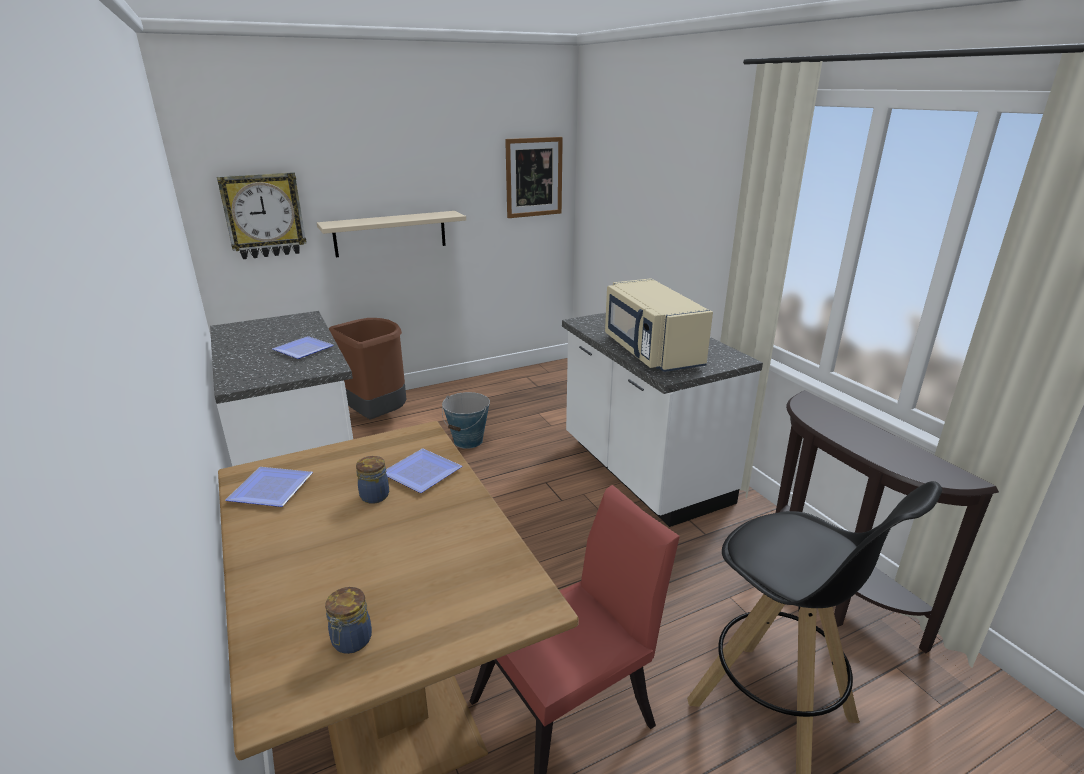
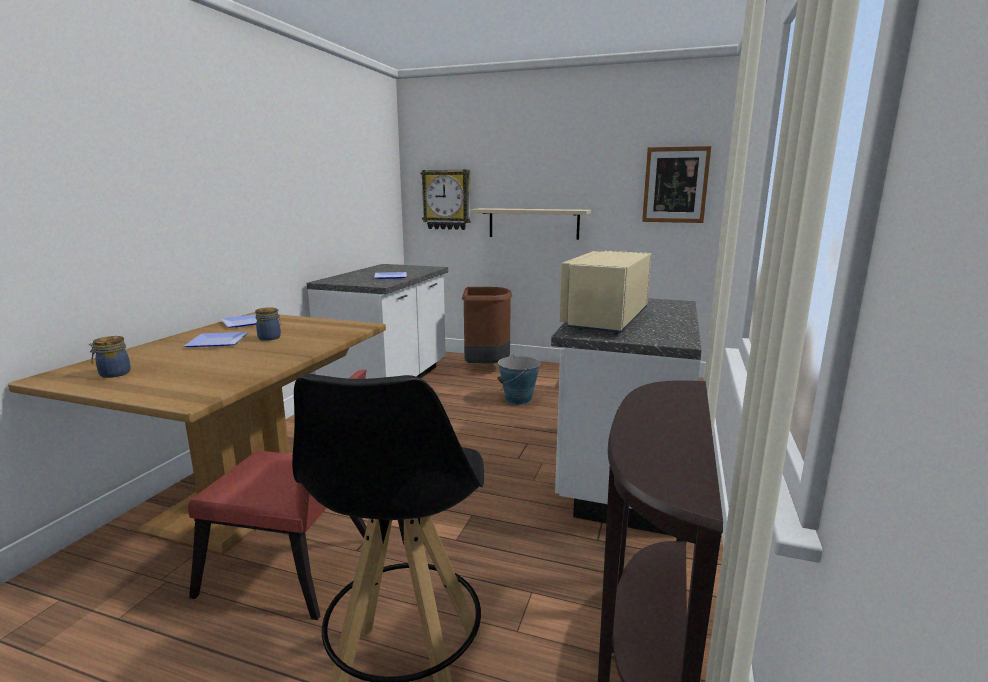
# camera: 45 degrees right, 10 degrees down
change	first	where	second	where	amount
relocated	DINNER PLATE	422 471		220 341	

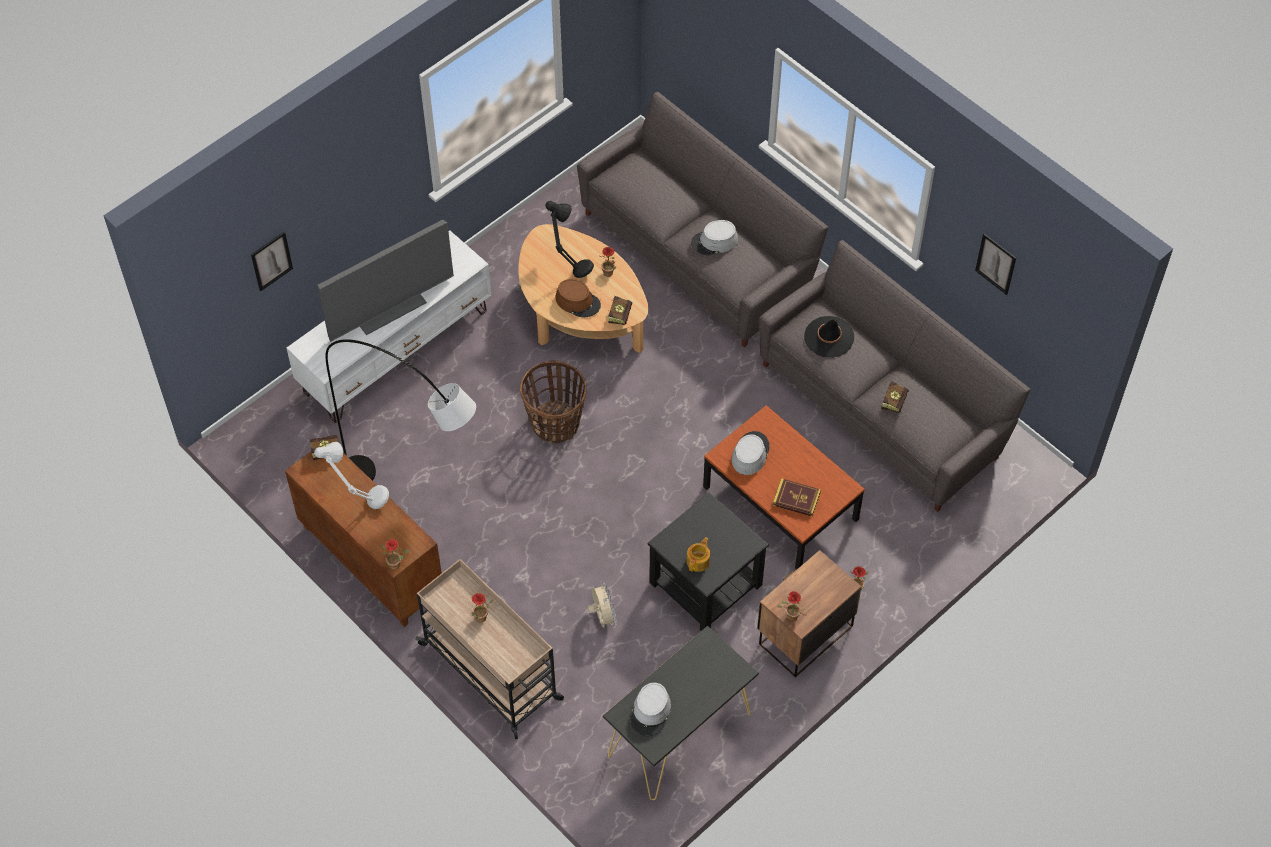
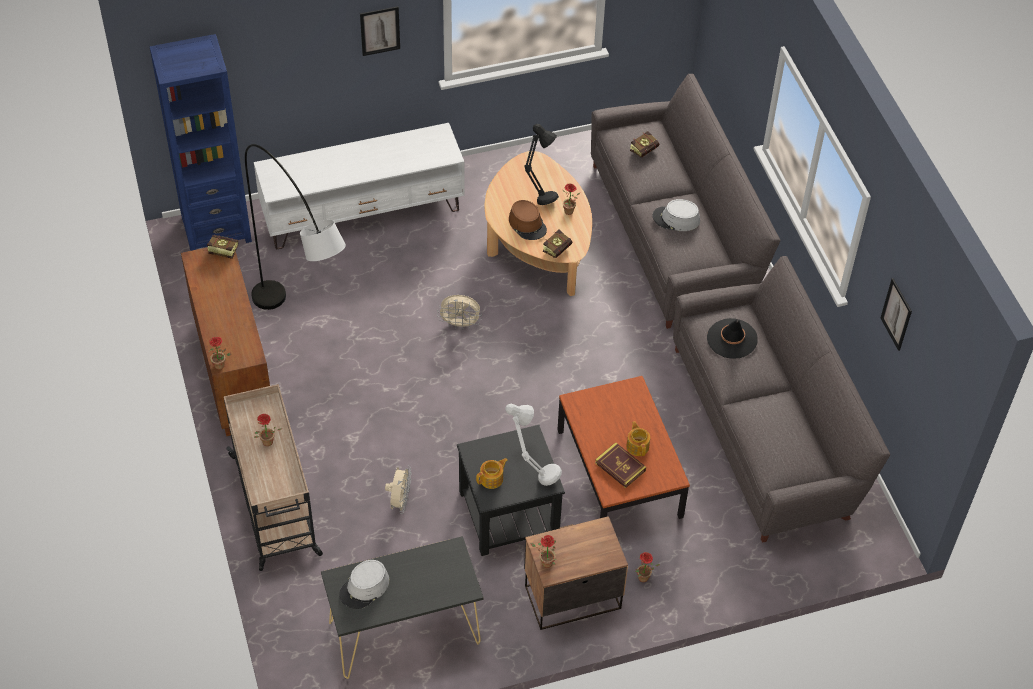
# camera: 25 degrees right, 5 degrees down
change	first	where	second	where	amount
missing	TV	388 307			
relocated	WALL PICTURE	271 261		380 30	
exchanged	BASKET	555 423	BEIGE FAN	460 324	
relocated	VOLUME	895 400		646 149	
missing	GREYISH WEARABLE HAT	750 453			
relocated	GREYISH TABLETOP LAMP	356 495		531 465	
appeared			BLUE-COLOURED BOOKCASE	216 229	
appeared			POT FOR TEA	637 446	

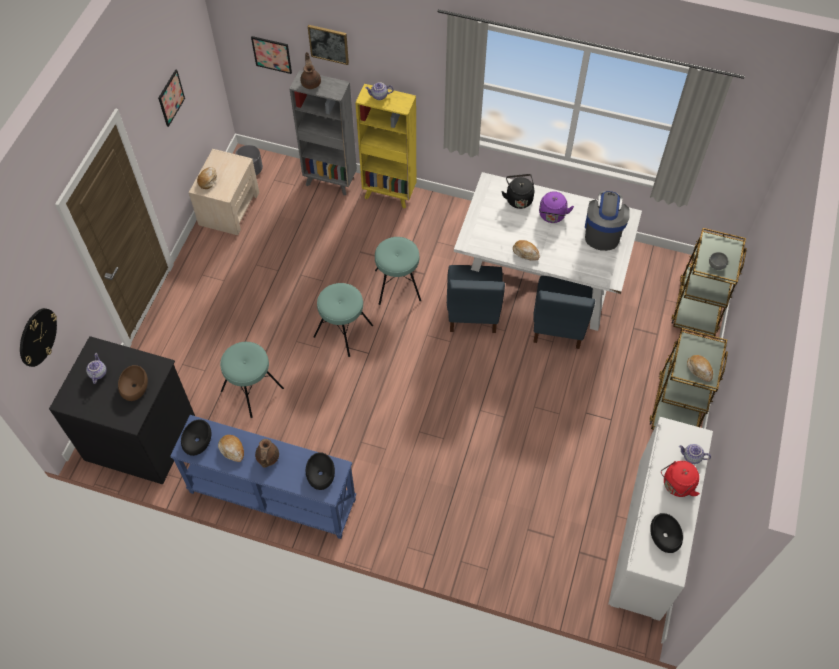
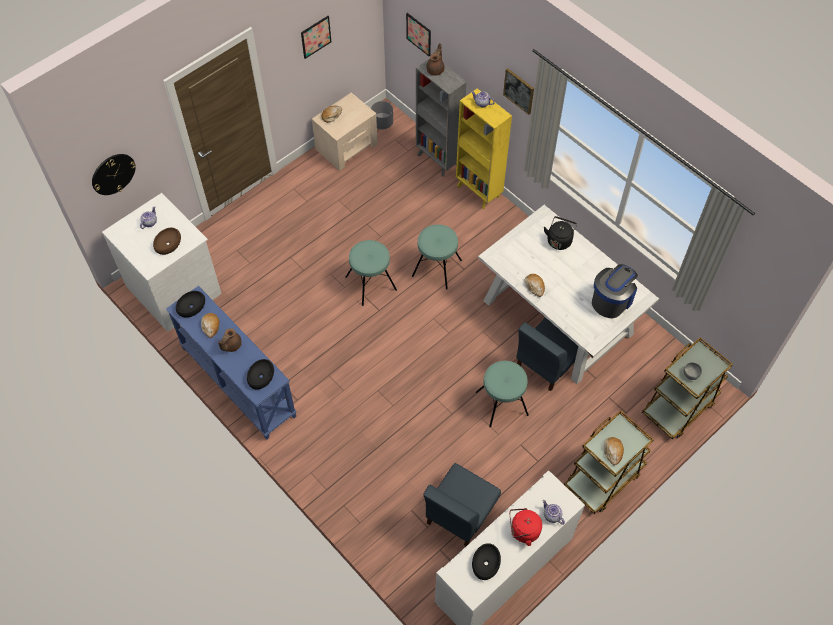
# camera: 30 degrees right, 0 degrees up
change	first	where	second	where	amount
relocated	WALL PICTURE	329 44		519 90	
missing	PURPLISH KETTLE	552 216			
relocated	BLUE-COLOURED UPRIGHT CHAIR	473 311		459 514	
colour	BLACK-COLOURED DRESSER	141 436	WHITE DRESSER	175 289	
relocated	BLUE-GREEN SITTING STOOL	252 389		502 403	

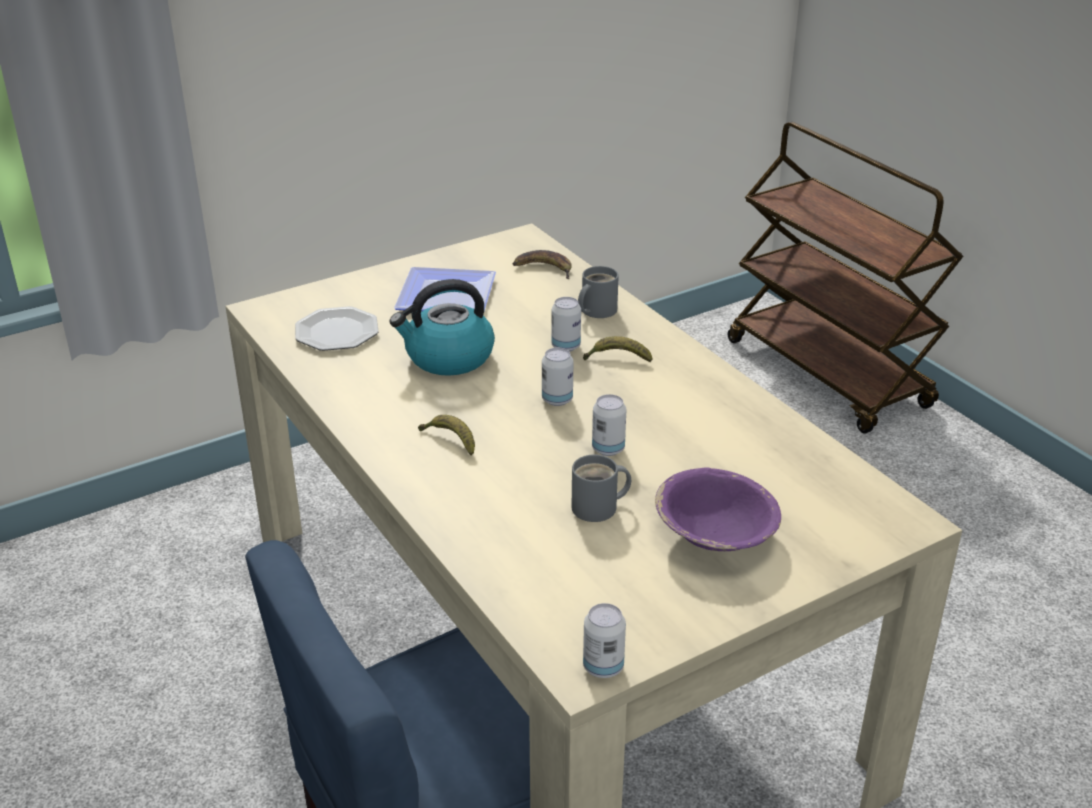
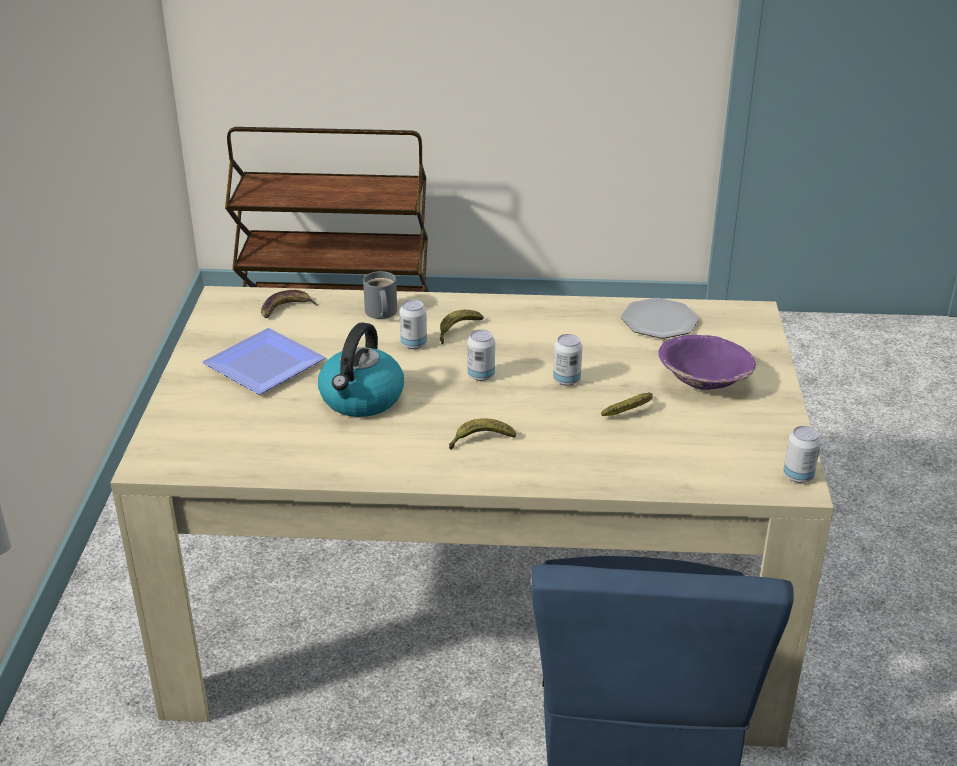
# camera: 55 degrees left, 0 degrees up
change	first	where	second	where	amount
relocated	DINNER PLATE	337 332		658 321	
exchanged	GREYISH TEA MUG	599 508	BANANA	631 411	

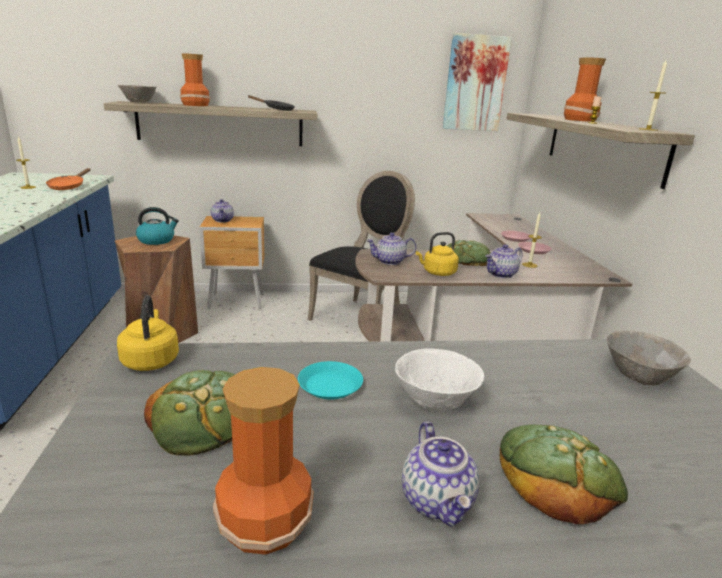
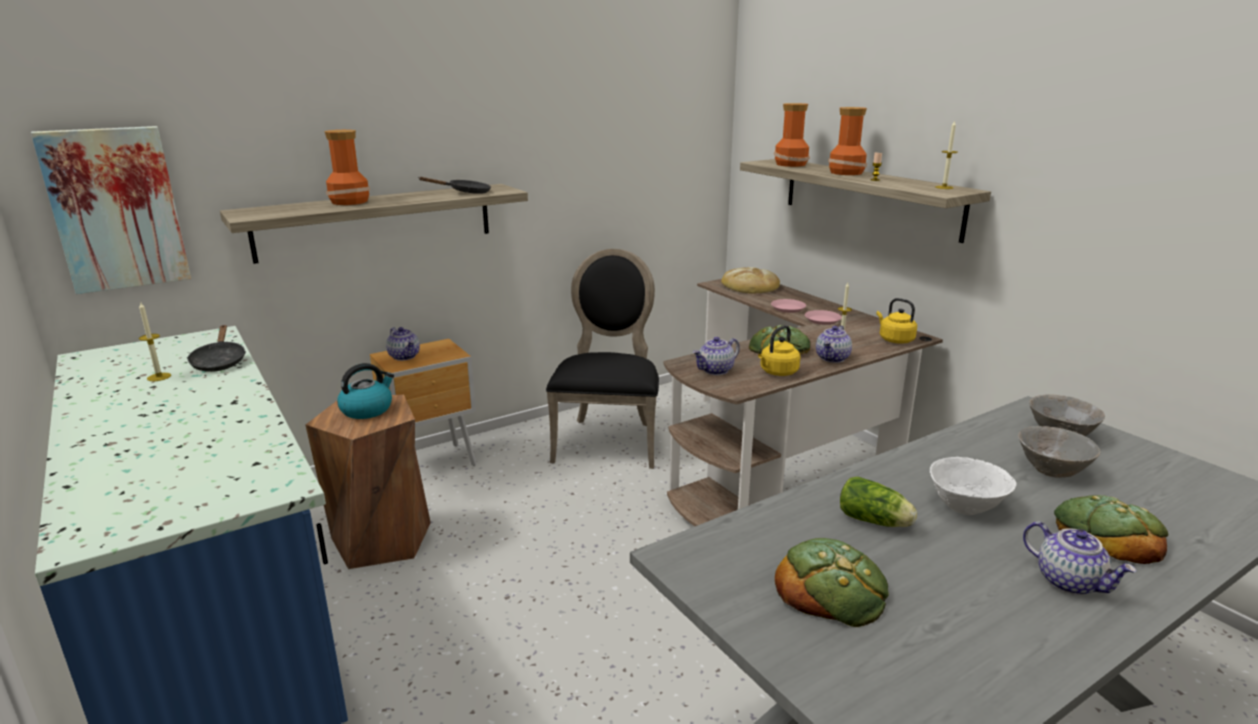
# camera: 25 degrees left, 0 degrees up
change	first	where	second	where	amount
relocated	WALL PICTURE	475 83		116 209	
relocated	GREYISH DEEP DISH	139 102		1051 471	
colour	ORANGEY SKILLET	68 187	BLACK-COLOURED SKILLET	219 362	
relocated	YELLOWISH KETTLE	151 360		894 340	
exchanged	BLUE-GREEN DINNER PLATE	330 385	LETTUCE HEAD	876 521	
relocated	DECORATIVE VASE	265 519		790 164	
appeared			BREAD	750 286	

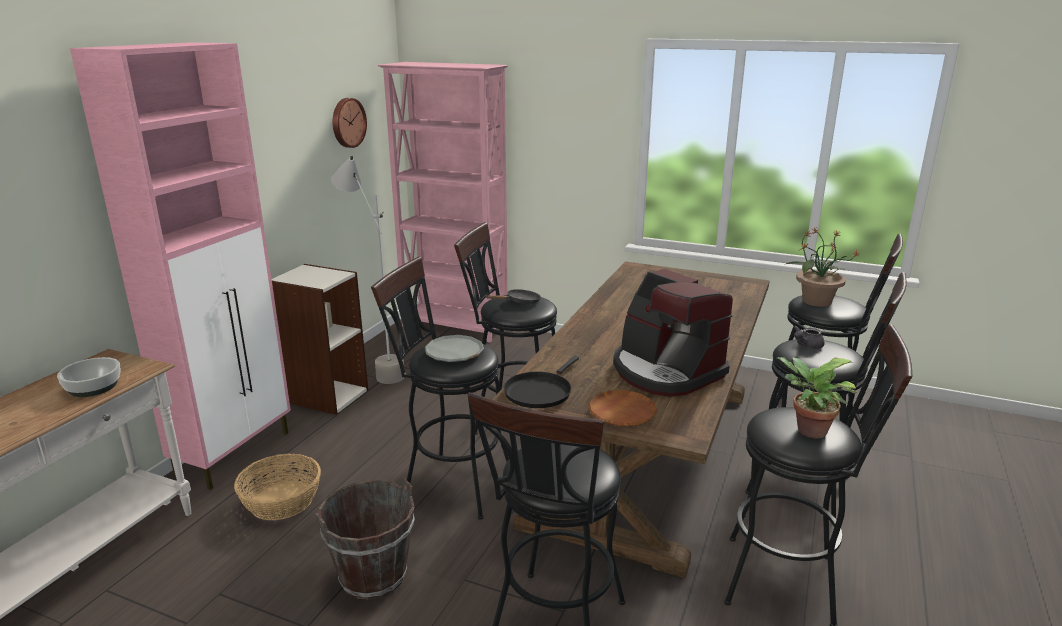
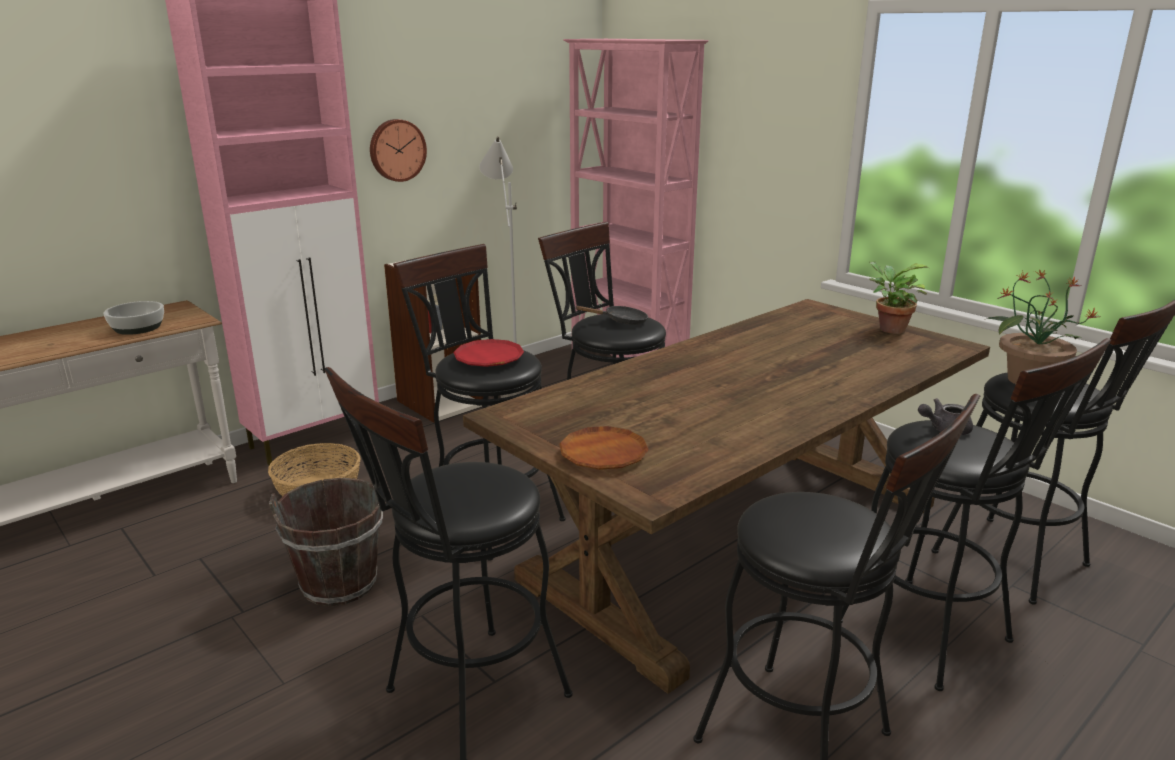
# camera: 25 degrees right, 0 degrees up
change	first	where	second	where	amount
relocated	HANGING CLOCK	347 122		396 150	
missing	COFFEE BREWER	665 371			
colour	GREYISH DINNER PLATE	454 352	RED-COLOURED DINNER PLATE	489 358	
missing	BLACK-COLOURED SKILLET	540 392			
relocated	HOUSEPLANT	807 431		888 329	

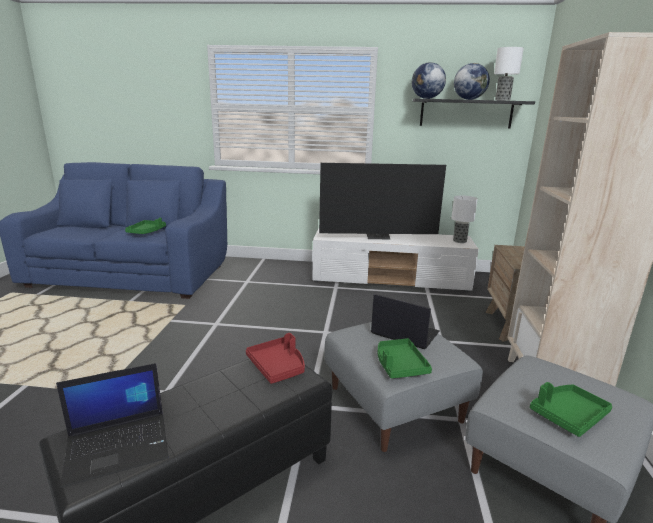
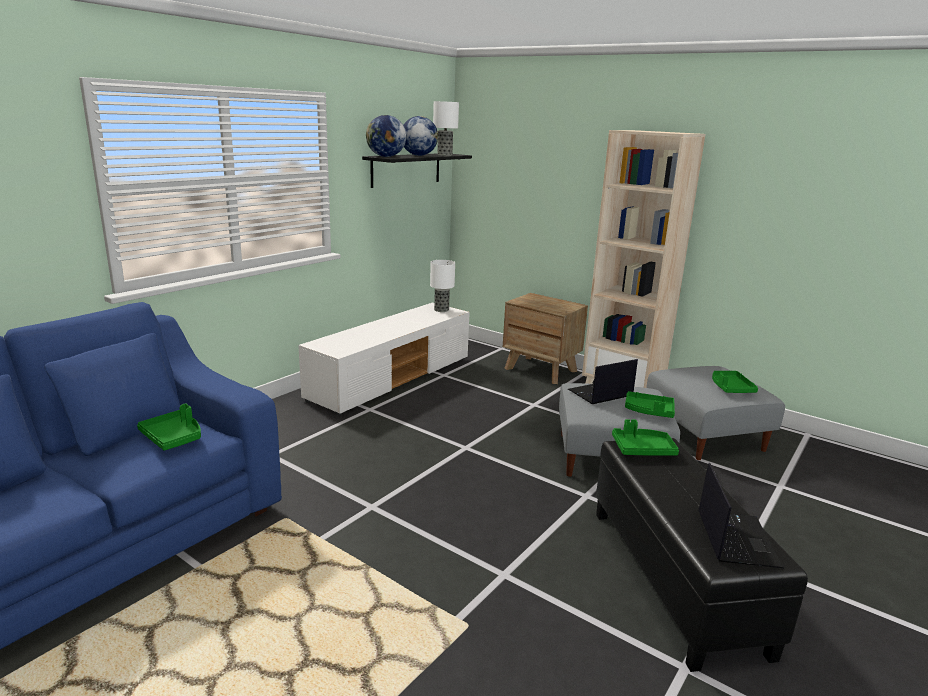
# camera: 60 degrees left, 0 degrees up
change	first	where	second	where	amount
missing	TV	378 237			
colour	RED-COLOURED SERVING TRAY	278 366	GREEN-COLOURED SERVING TRAY	642 449	

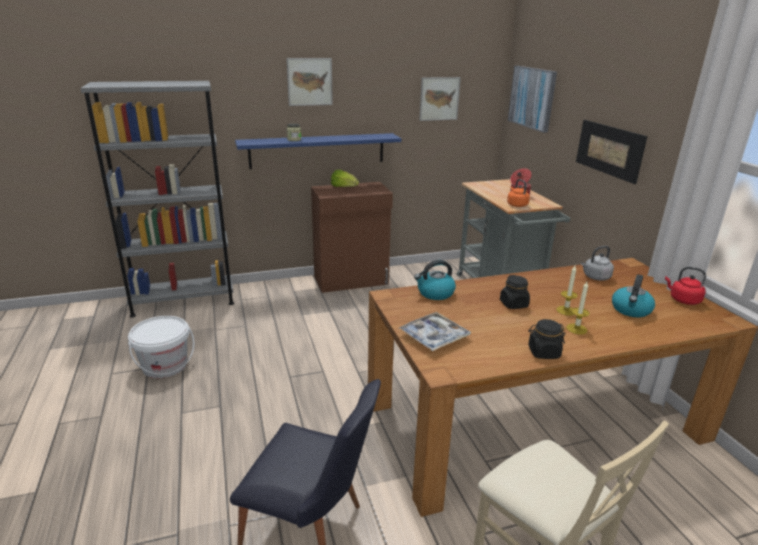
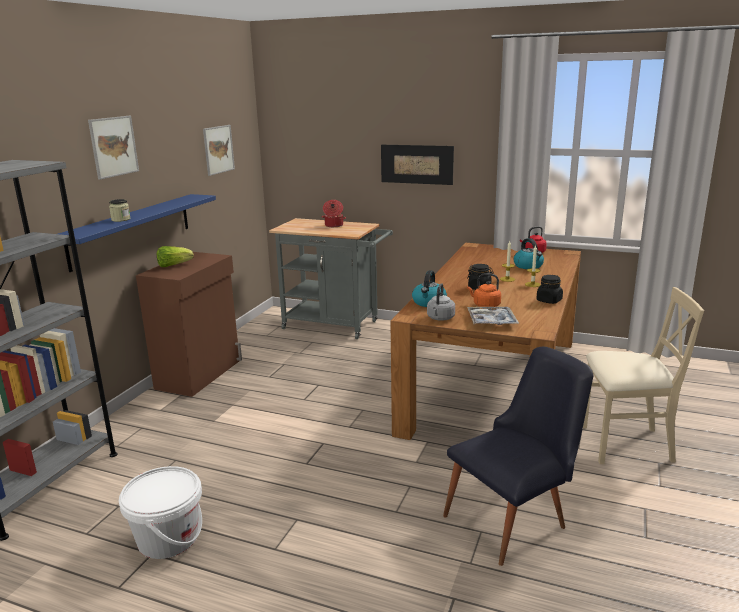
# camera: 50 degrees left, 5 degrees down
change	first	where	second	where	amount
missing	WALL PICTURE	532 97			
relocated	ORANGEY KETTLE	516 205		485 305	
relocated	GREYISH KETTLE	595 277		440 318	

